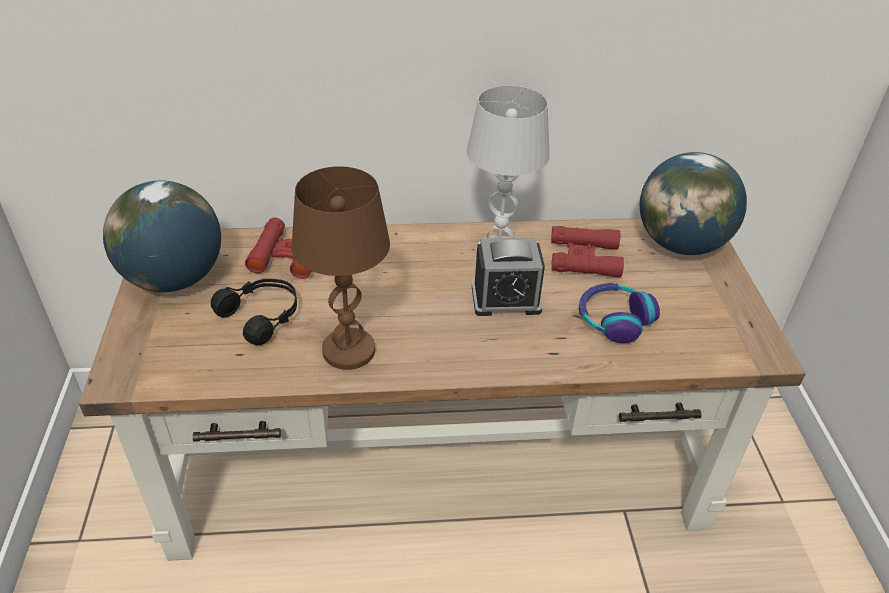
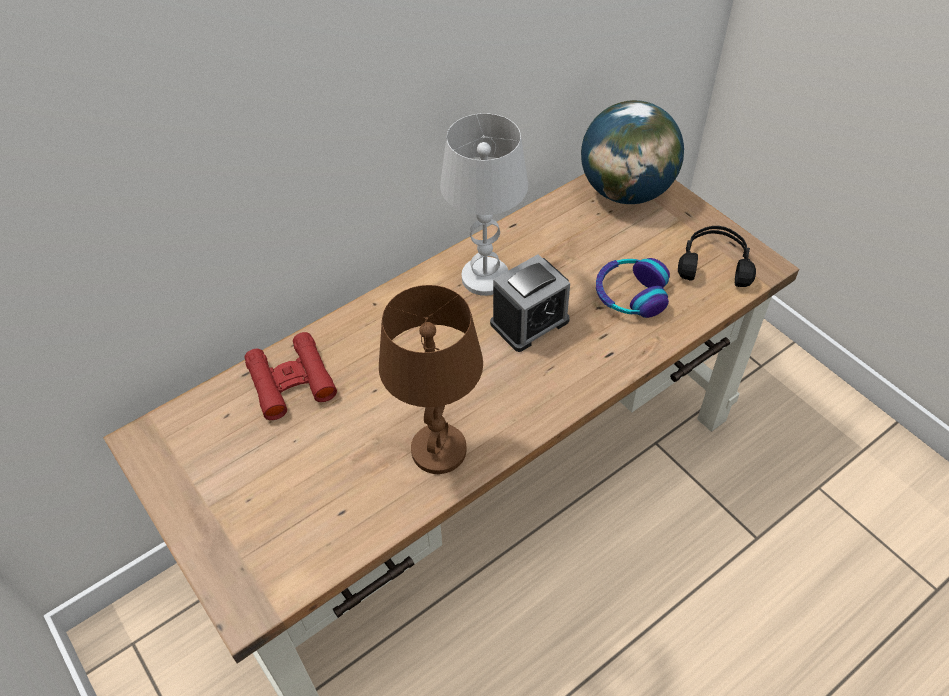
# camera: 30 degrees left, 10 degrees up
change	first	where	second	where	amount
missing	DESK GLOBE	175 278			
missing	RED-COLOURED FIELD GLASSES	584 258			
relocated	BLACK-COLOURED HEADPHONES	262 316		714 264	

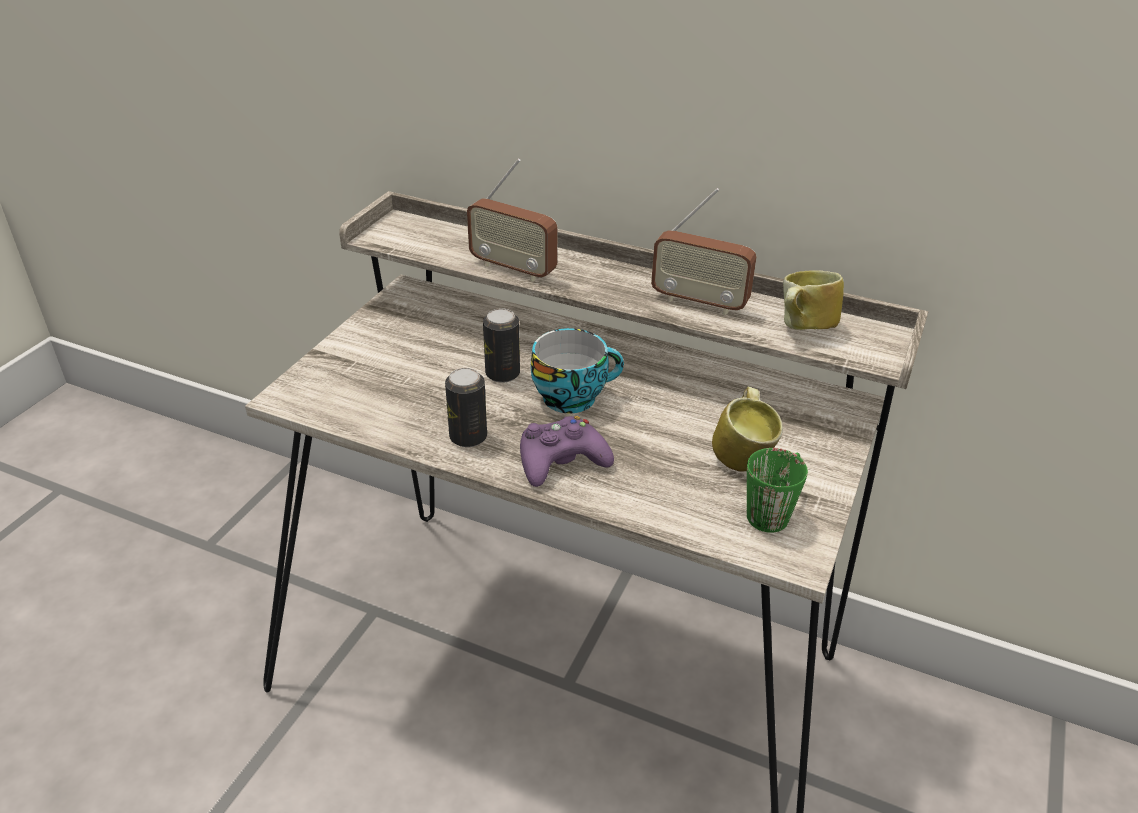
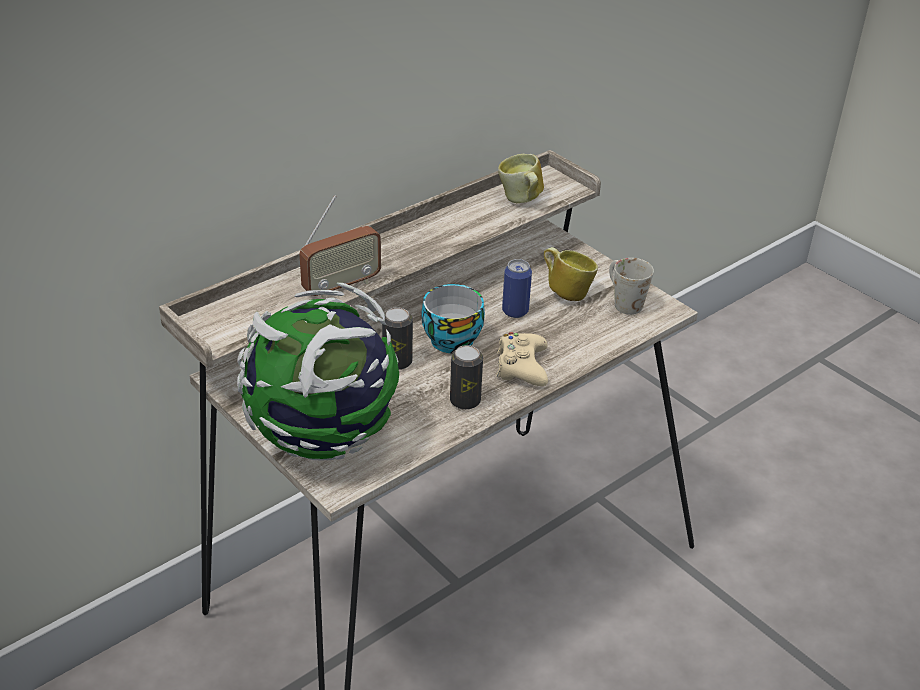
# camera: 65 degrees left, 0 degrees up
change	first	where	second	where	amount
missing	RADIO RECEIVER	699 302			
colour	PURPLISH GAME CONTROLLER	561 461	BEIGE GAME CONTROLLER	521 367	
colour	GREEN-COLOURED TEA MUG	773 510	WHITE TEA MUG	622 301	
appeared			METAL CAN	515 311	
appeared			DESK GLOBE	324 438	

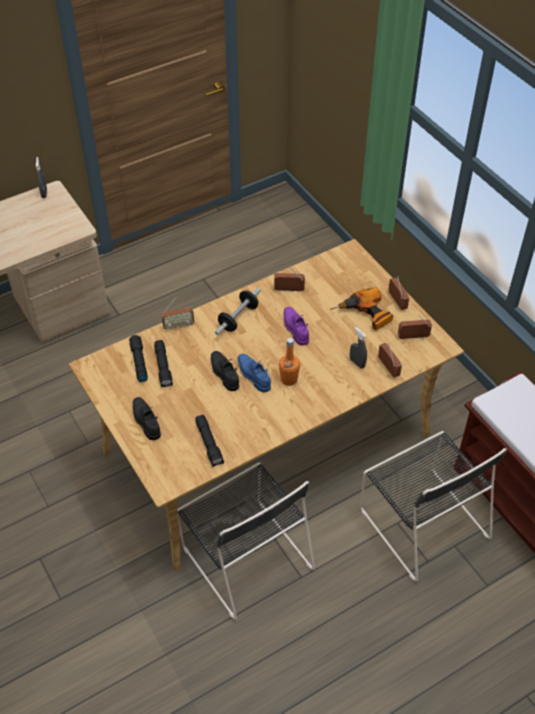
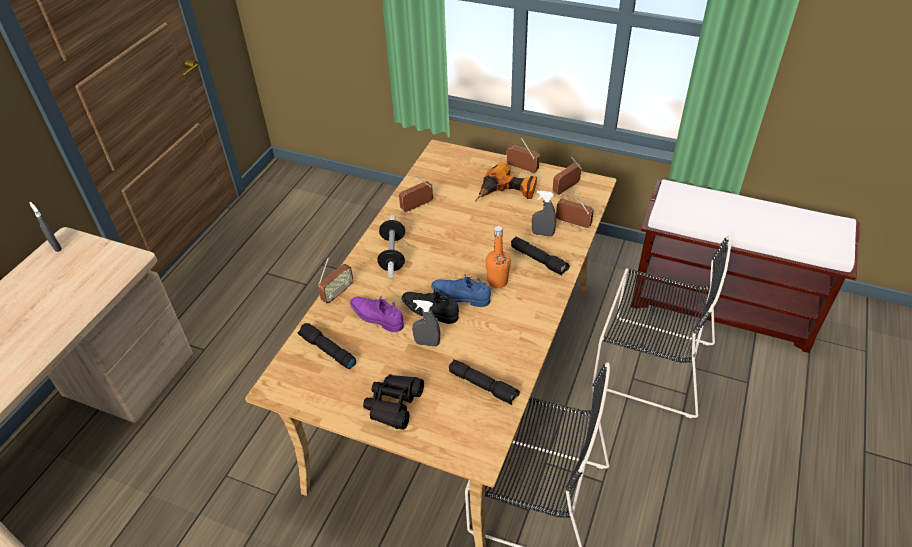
# camera: 35 degrees left, 5 degrees down
change	first	where	second	where	amount
relocated	PURPLISH SHOE	295 328		376 317	
relocated	BLACK-COLOURED HAND TORCH	163 367		539 260	
exchanged	BLACK-COLOURED SHOE	146 421	BLACK-COLOURED FIELD GLASSES	394 404	
appeared			GREYISH HAND SPRAYER	427 343	

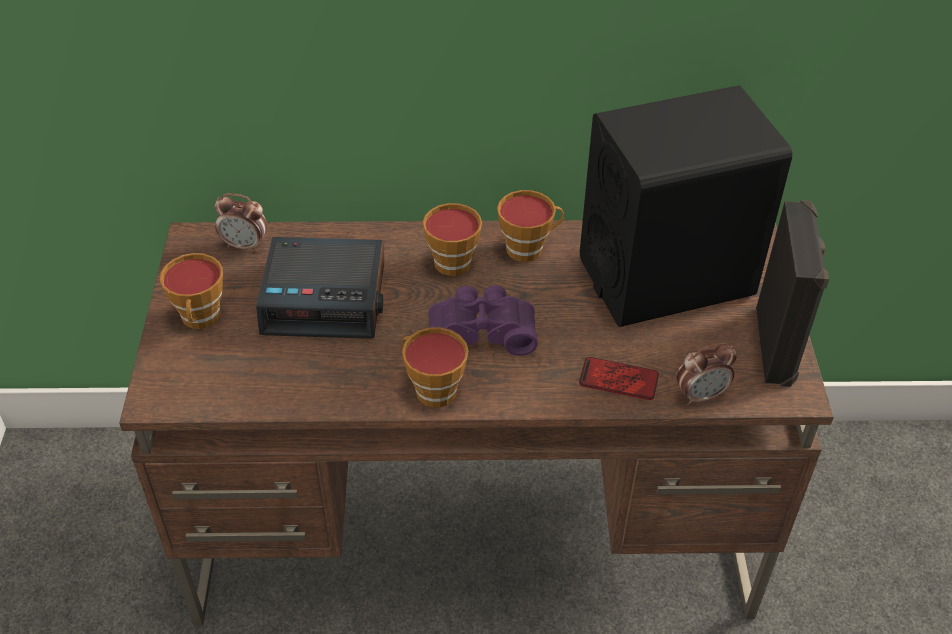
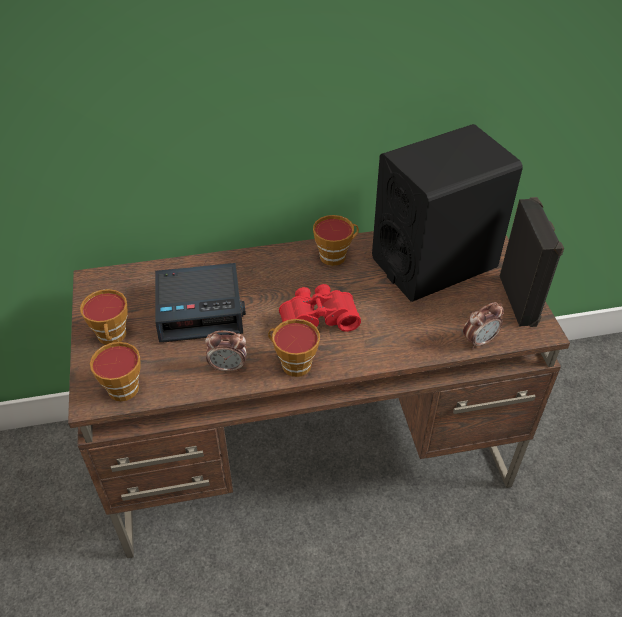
# camera: 10 degrees left, 0 degrees up
change	first	where	second	where	amount
relocated	TABLE CLOCK	245 245		228 367	
relocated	DRINKING CUP	451 259		122 385	
colour	PURPLISH FIELD GLASSES	481 331	RED-COLOURED FIELD GLASSES	317 318	
missing	PHONE	618 379			

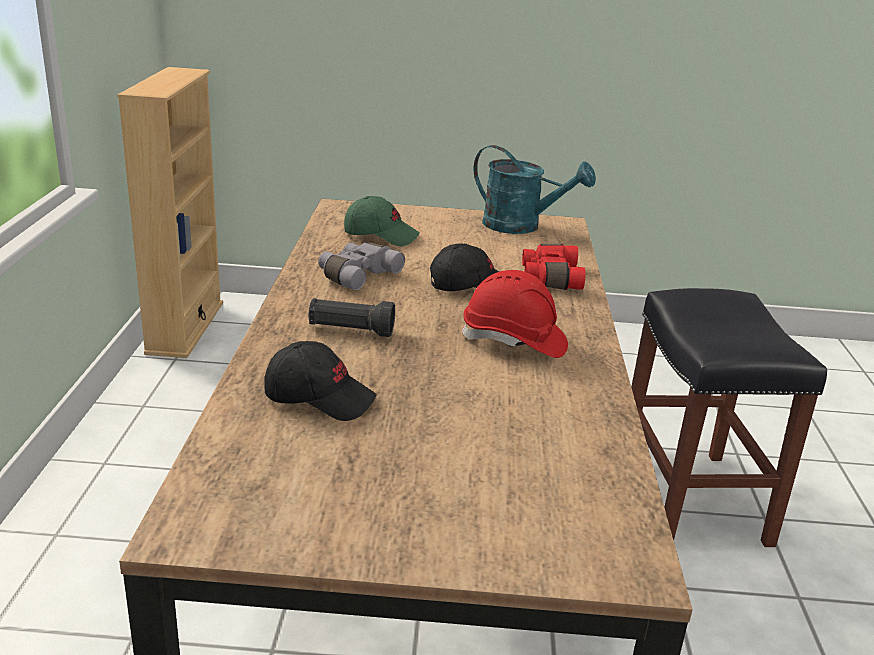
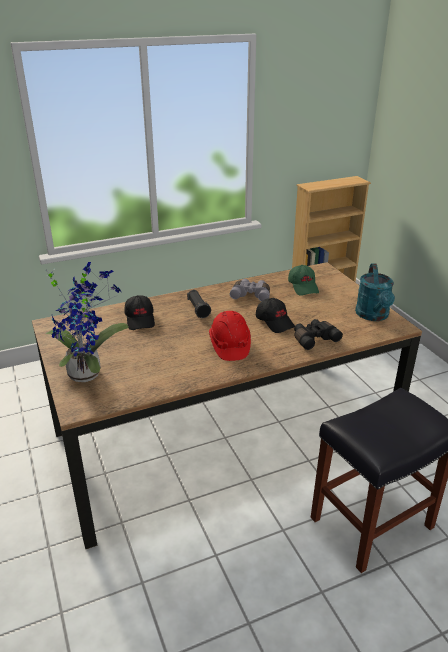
# camera: 65 degrees right, 5 degrees up
change	first	where	second	where	amount
colour	RED-COLOURED FIELD GLASSES	549 277	BLACK-COLOURED FIELD GLASSES	314 339	
appeared			HOUSEPLANT	88 371	

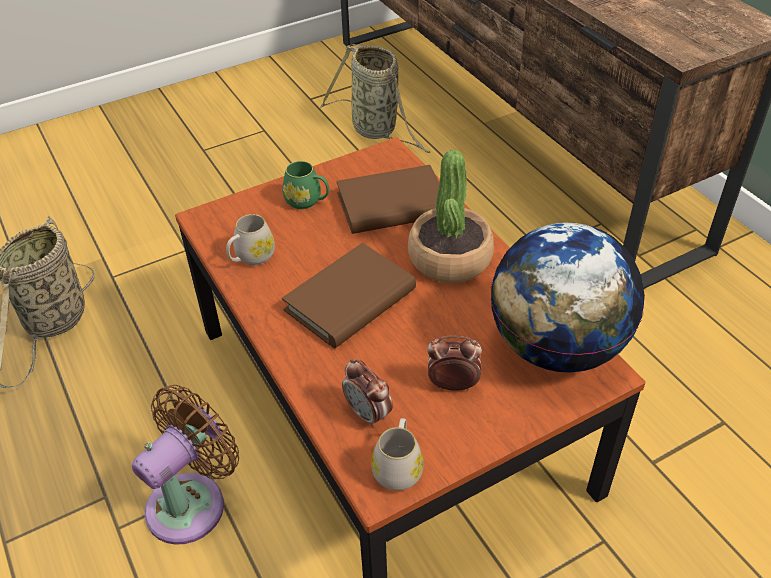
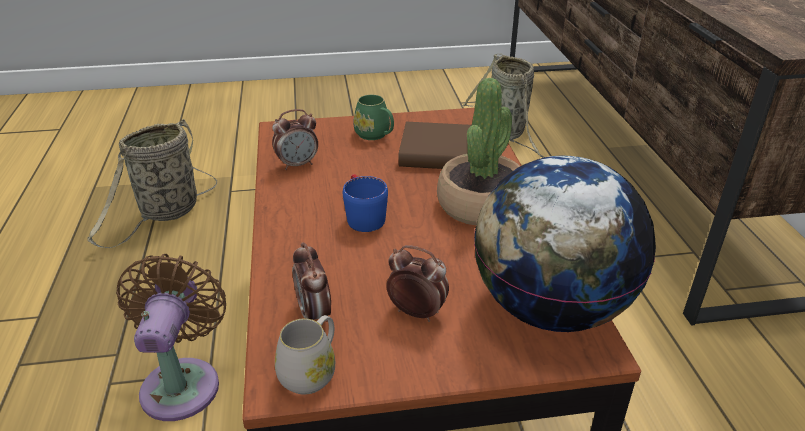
# camera: 20 degrees right, 10 degrees down
change	first	where	second	where	amount
exchanged	WHITE TEA MUG	251 258	TABLE CLOCK	297 164	
exchanged	BROWN-COLOURED VOLUME	350 300	BLUE-COLOURED TEA MUG	362 216	
spun	BROWN-COLOURED FAN	192 502		182 382	60 degrees counterclockwise

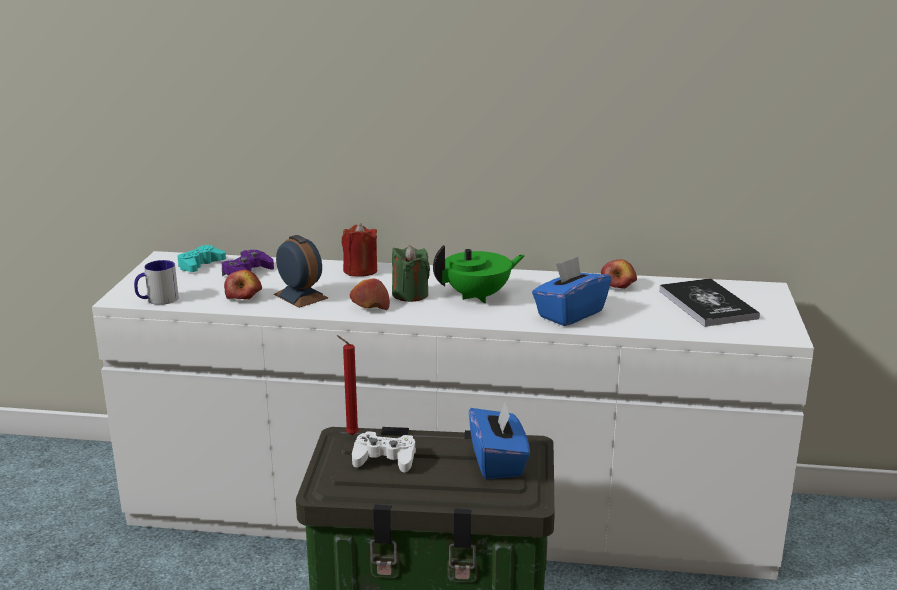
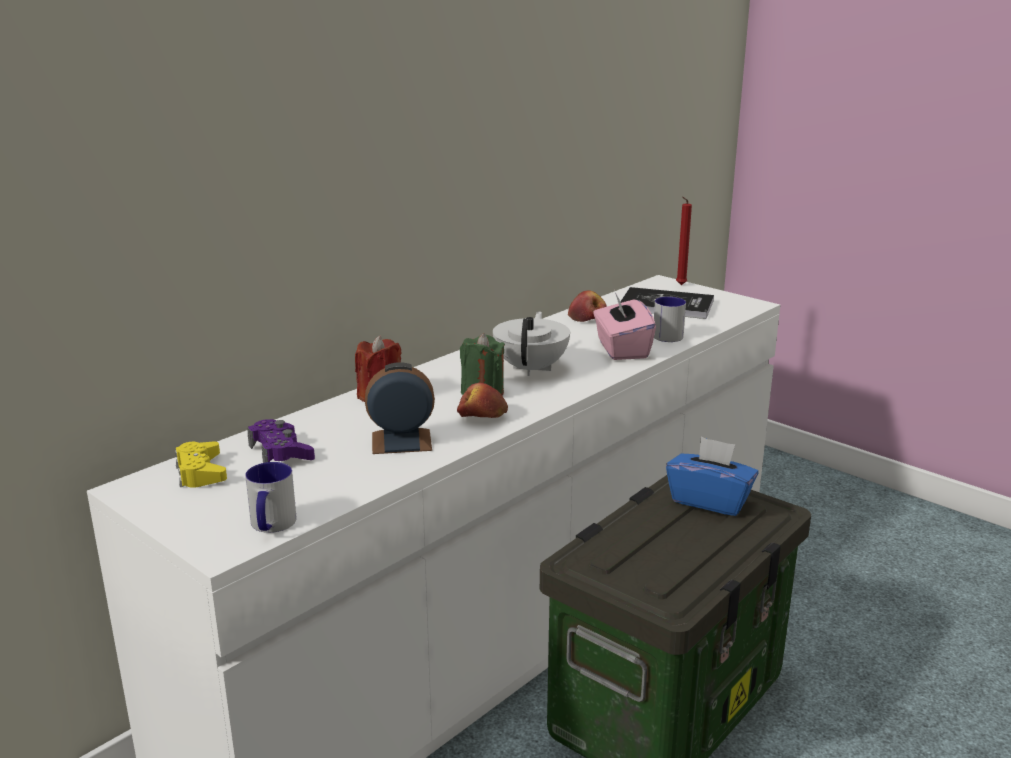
# camera: 55 degrees left, 0 degrees up
change	first	where	second	where	amount
colour	BLUE-GREEN GAME CONTROLLER	200 265	YELLOWISH GAME CONTROLLER	201 472	
colour	GREEN-COLOURED POT FOR TEA	478 296	WHITE POT FOR TEA	532 368	
colour	BLUE-COLOURED BOX OF TISSUES	569 314	PINKISH BOX OF TISSUES	621 349	
missing	APPLE FRUIT	244 296			
relocated	RED-COLOURED CANDLE	350 434		680 285	
missing	WHITE GAME CONTROLLER	385 459			
appeared			TEA MUG	665 334	

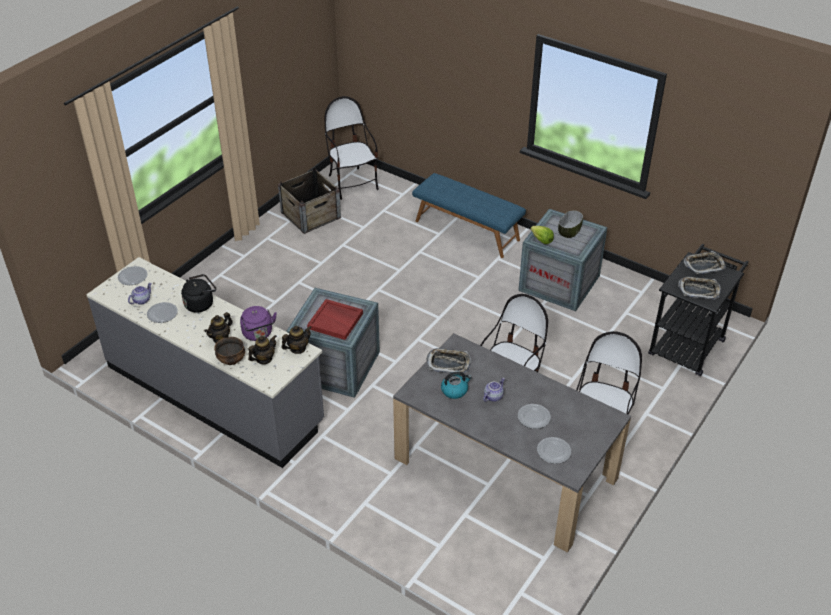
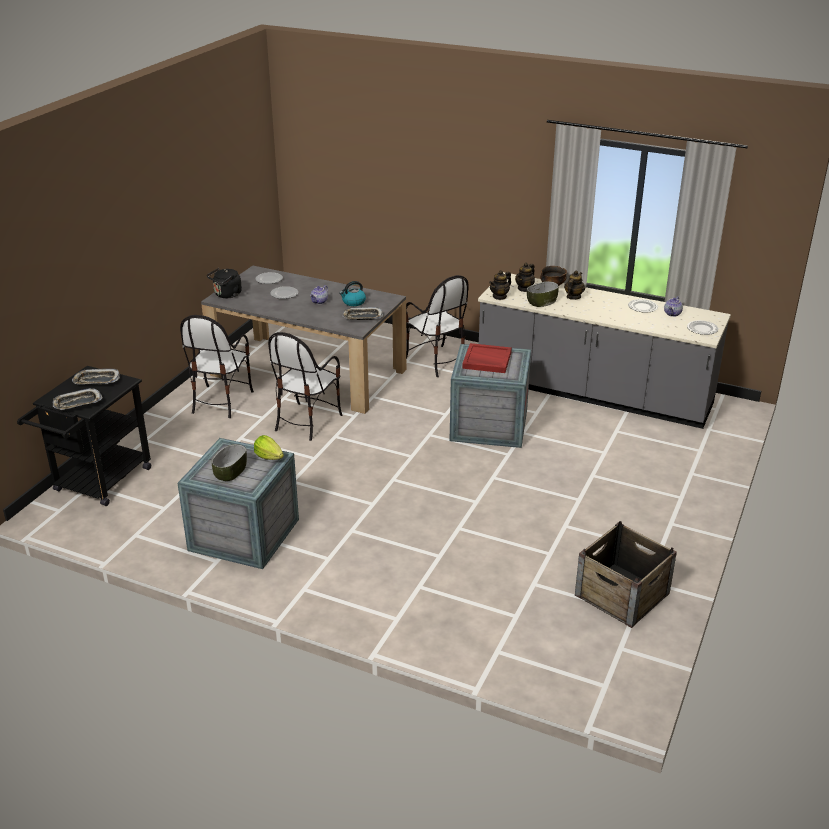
# camera: 170 degrees right, 10 degrees down
change	first	where	second	where	amount
relocated	UPRIGHT CHAIR	352 183		436 361	
missing	BLUE-COLOURED BENCH	467 230			
relocated	BLACK-COLOURED KETTLE	200 304		226 295	
exchanged	PURPLISH KETTLE	258 334	DEEP DISH	541 302	

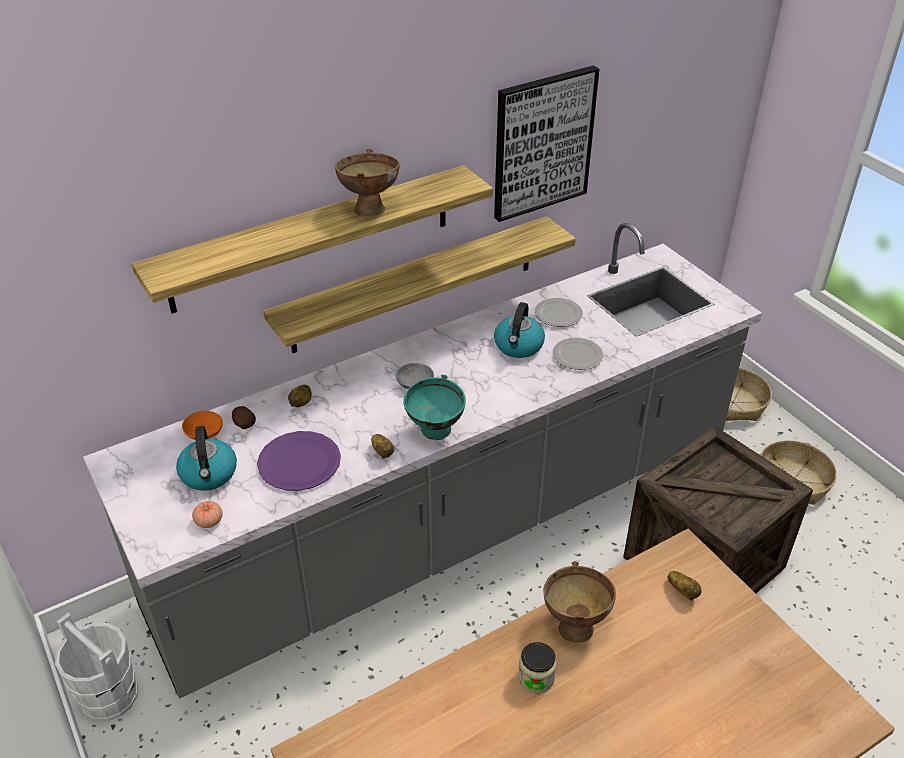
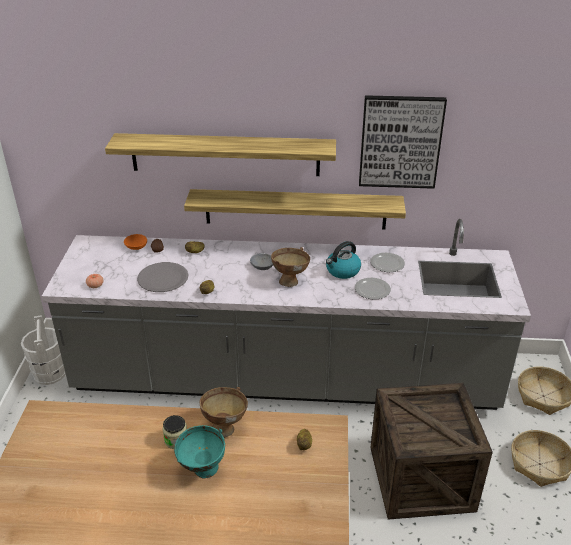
# camera: 35 degrees right, 5 degrees down
change	first	where	second	where	amount
relocated	BROWN-COLOURED DEEP DISH	369 207		290 280	
relocated	BLUE-GREEN DEEP DISH	435 434		201 471	
missing	KETTLE	209 474			
colour	PURPLISH DINNER PLATE	299 463	GREYISH DINNER PLATE	163 278	

